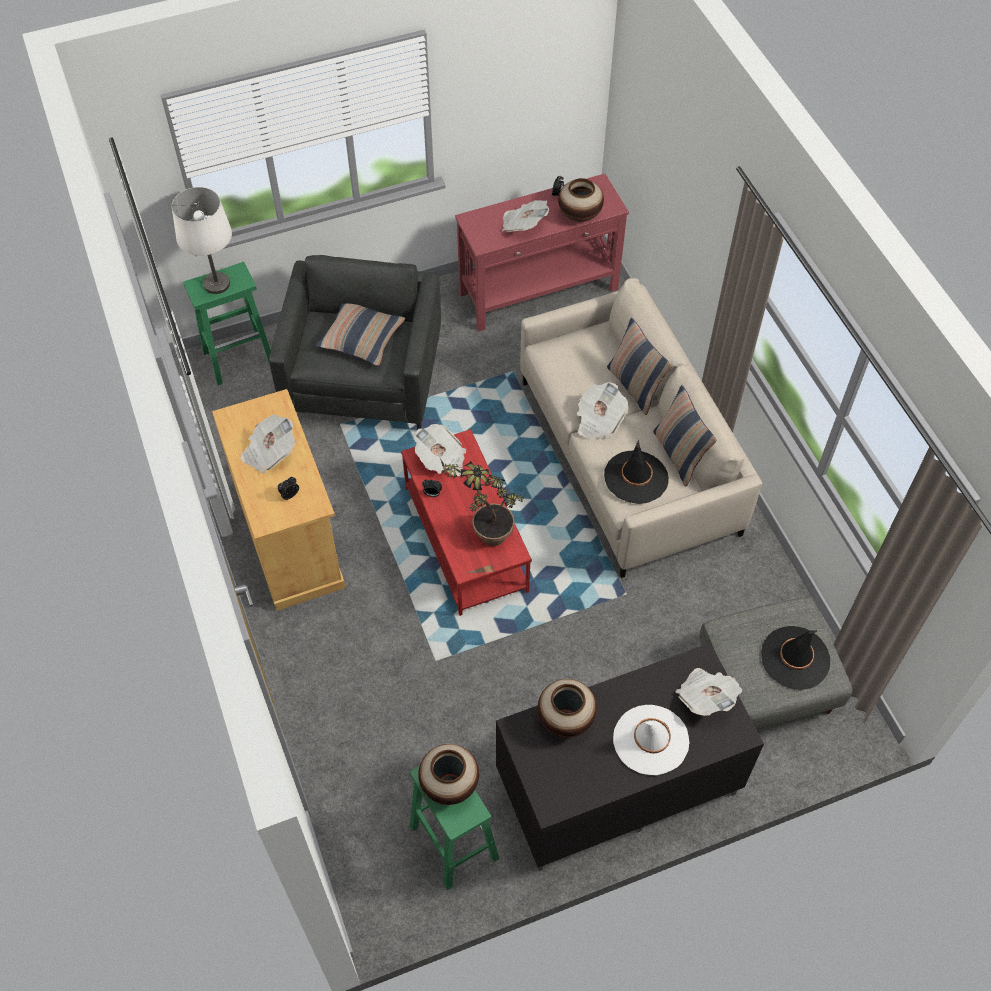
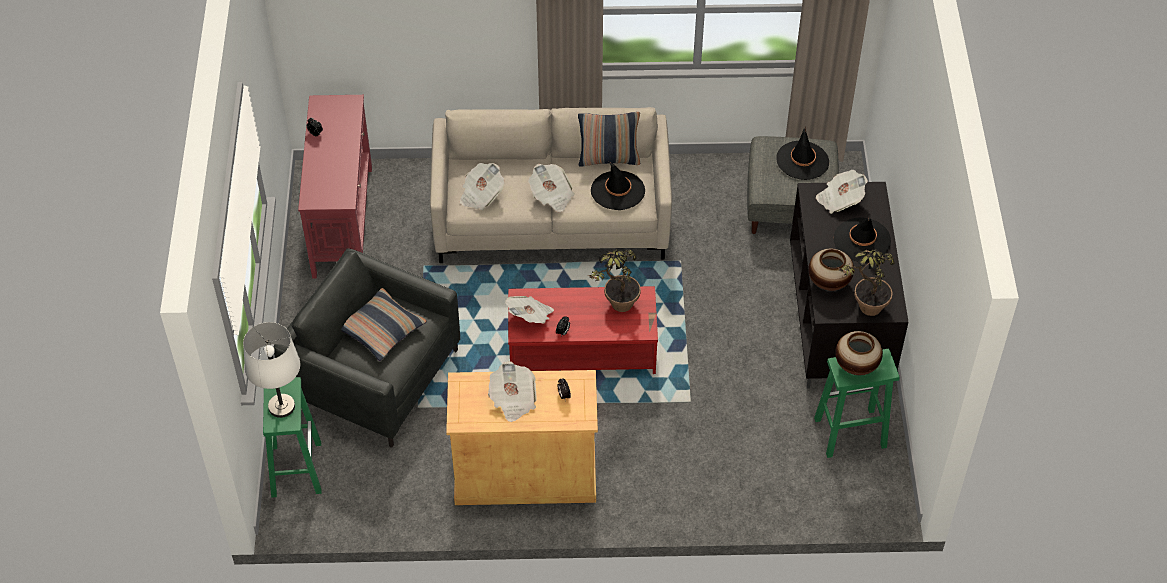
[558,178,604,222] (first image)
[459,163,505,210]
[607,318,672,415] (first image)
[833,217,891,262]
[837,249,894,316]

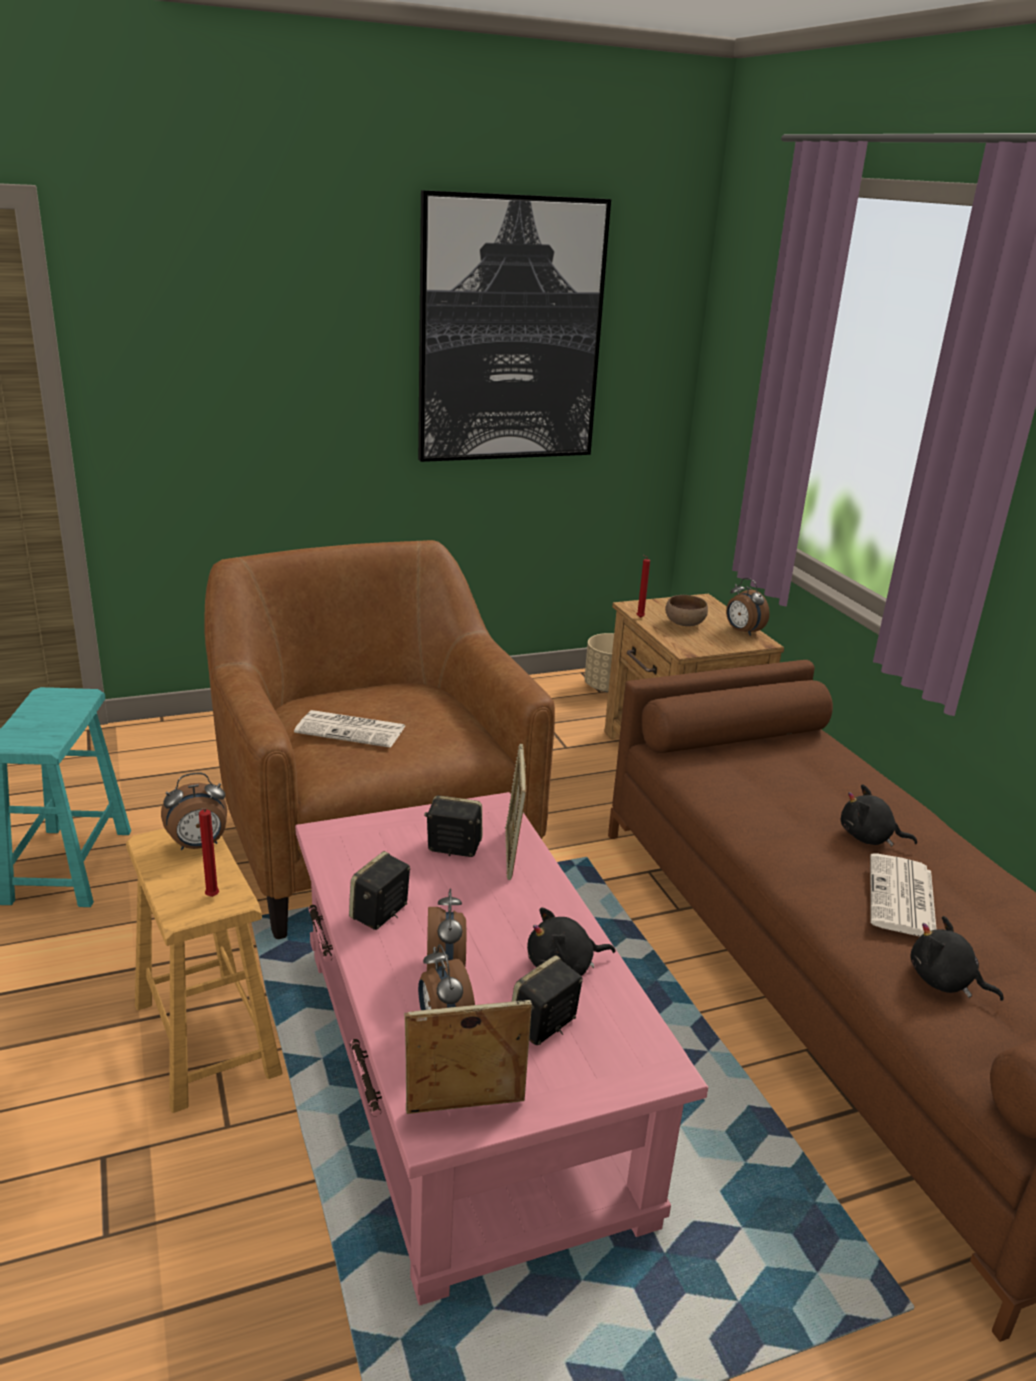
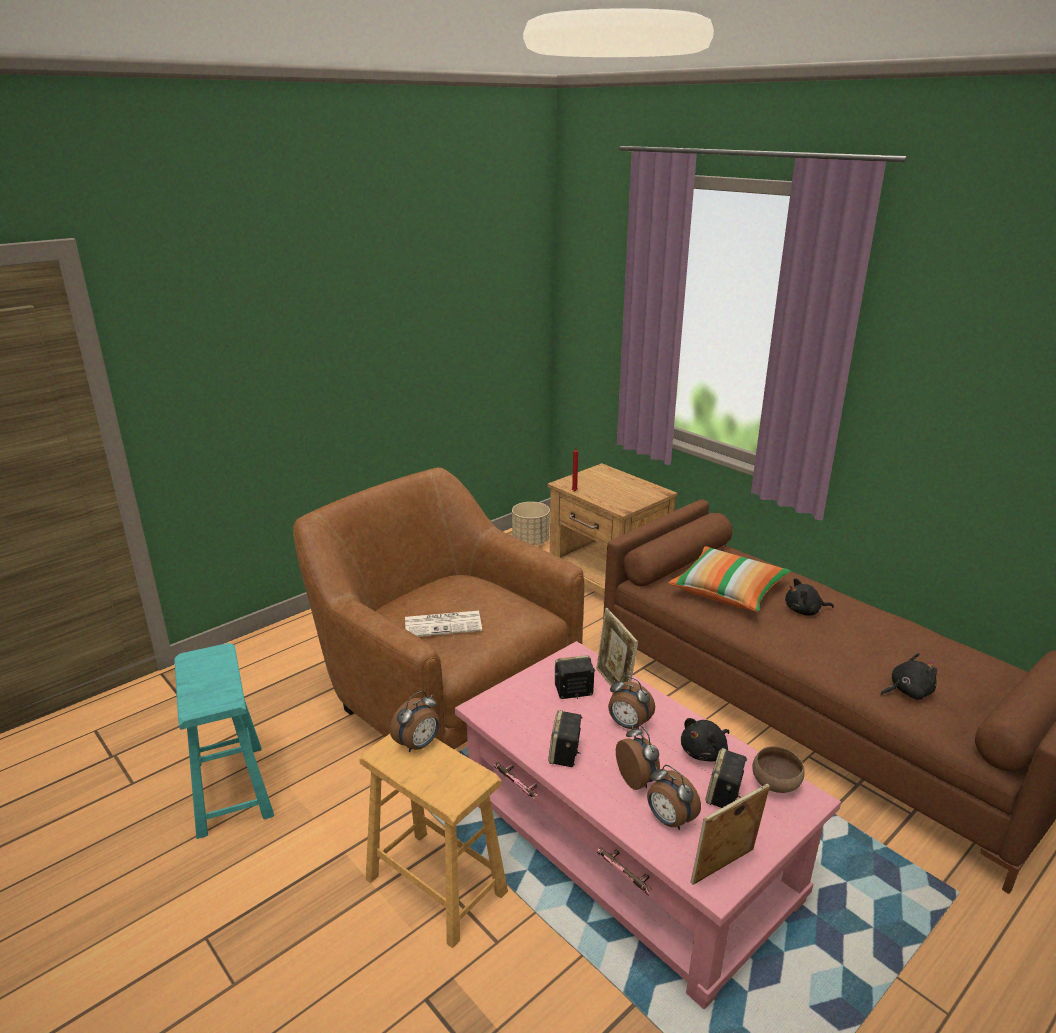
[418,190,611,462] (first image)
[608,675,655,729]
[752,746,804,793]
[199,808,219,897] (first image)
[870,853,937,937] (first image)
[880,653,937,700]
[668,546,791,612]

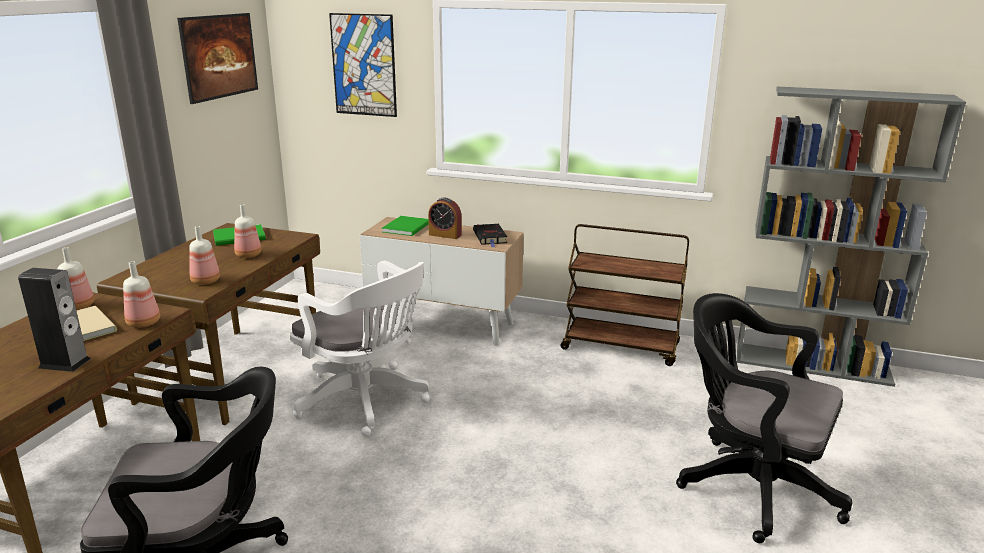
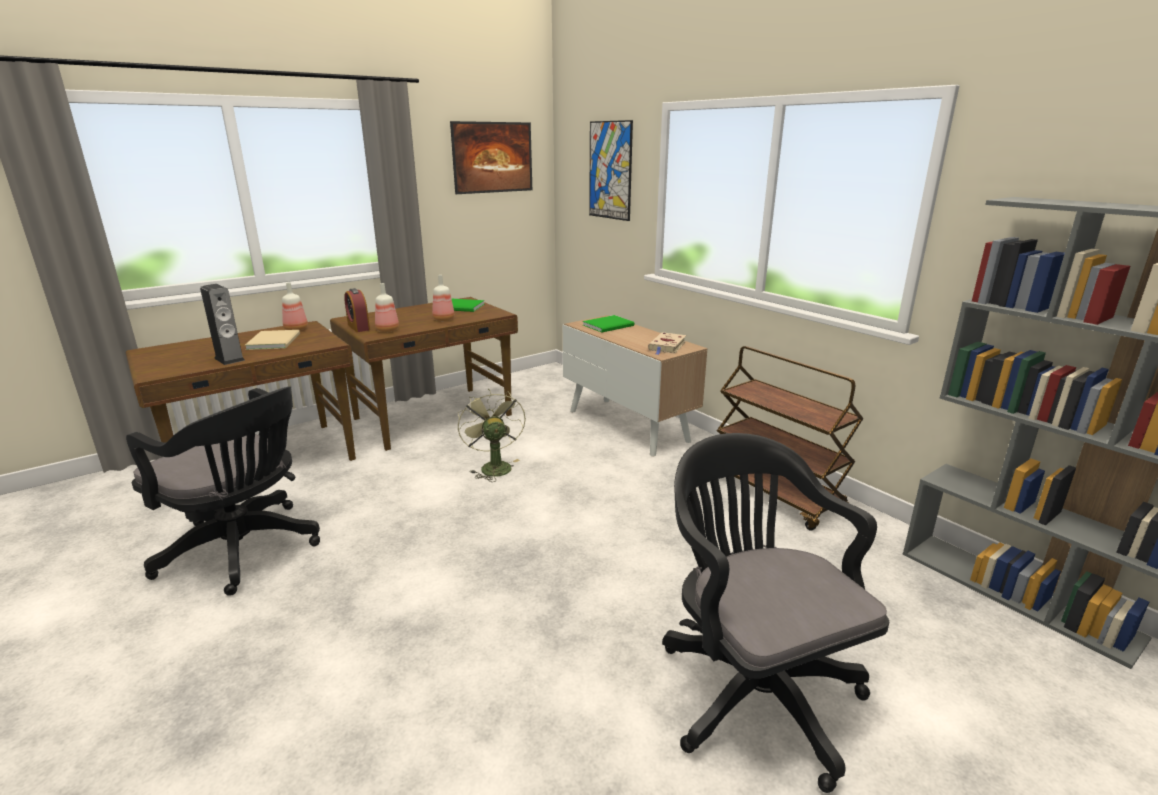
[344,288,370,332]
[648,332,686,355]
[123,261,160,328] (first image)
[458,389,526,482]

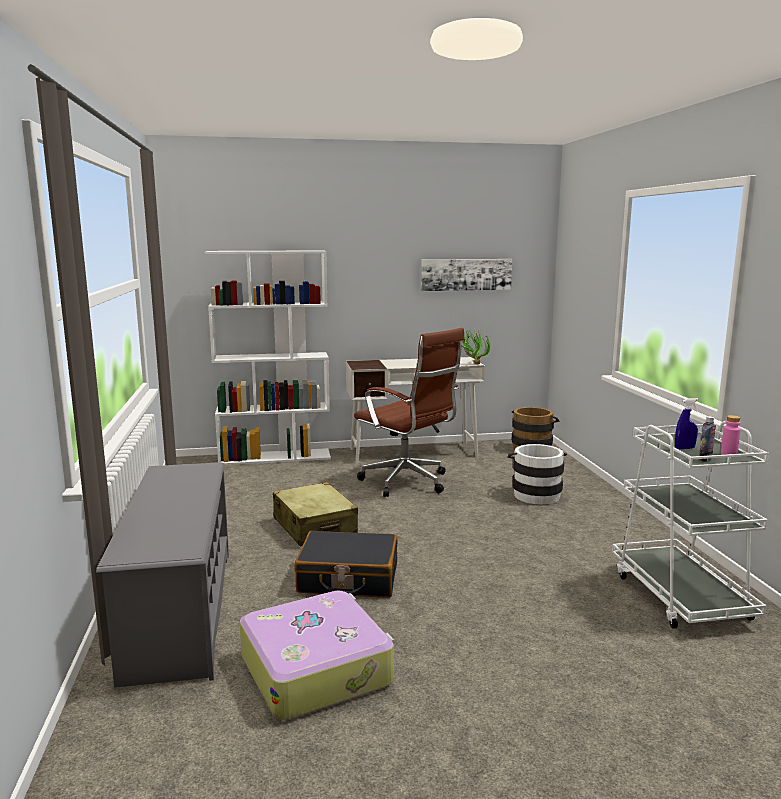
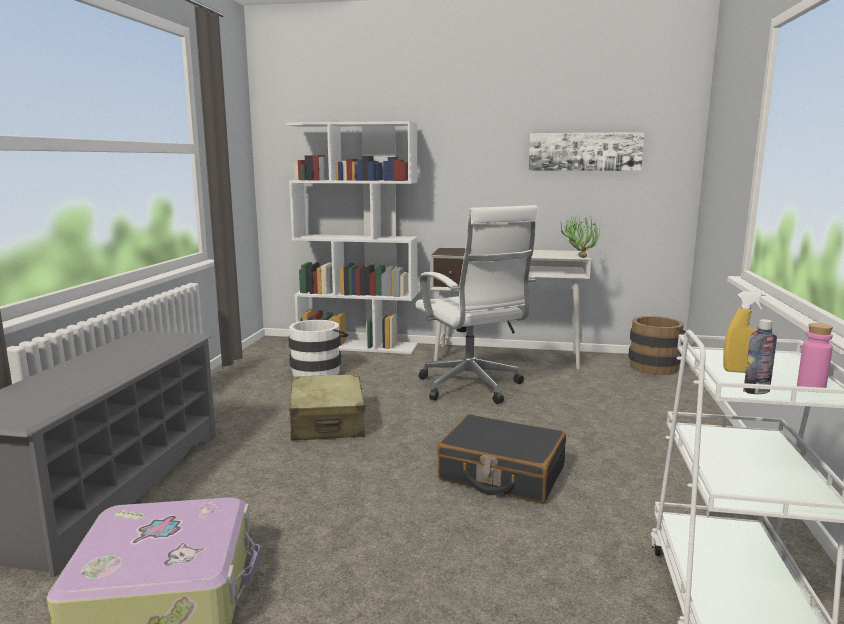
[416,205,538,404]
[723,291,766,373]
[288,320,348,377]
[437,414,566,504]

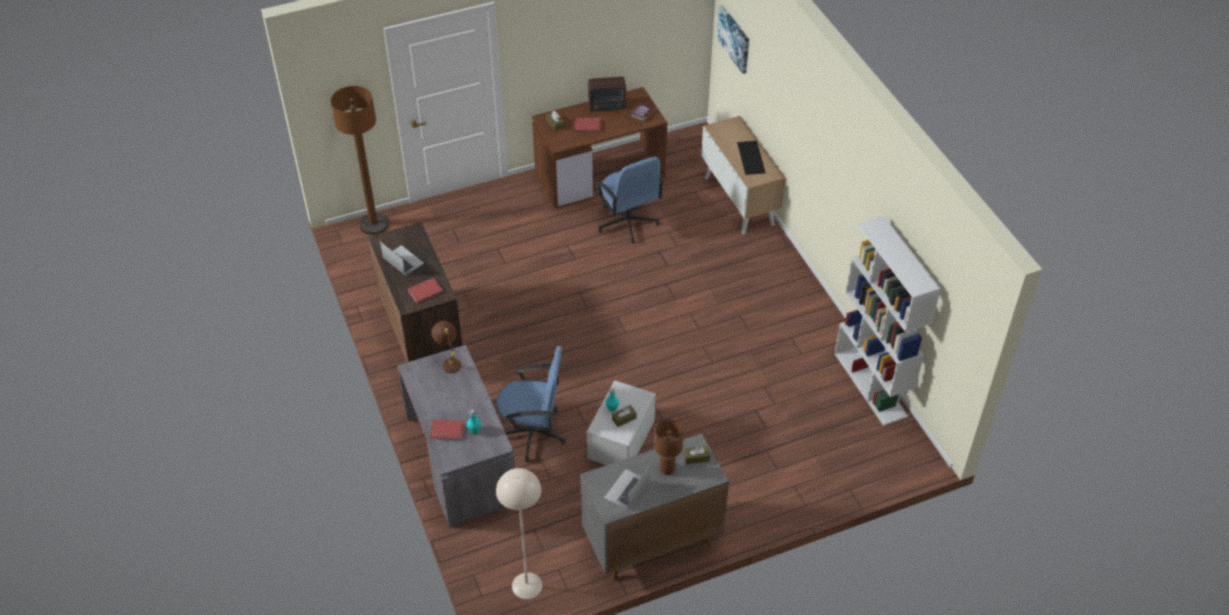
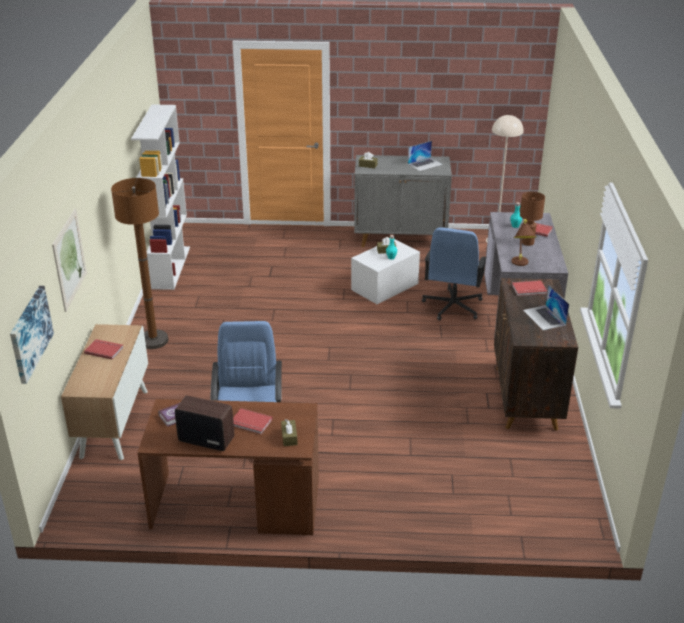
[111,178,169,349]
[84,339,124,360]
[422,228,487,321]
[520,191,545,246]
[52,209,87,312]

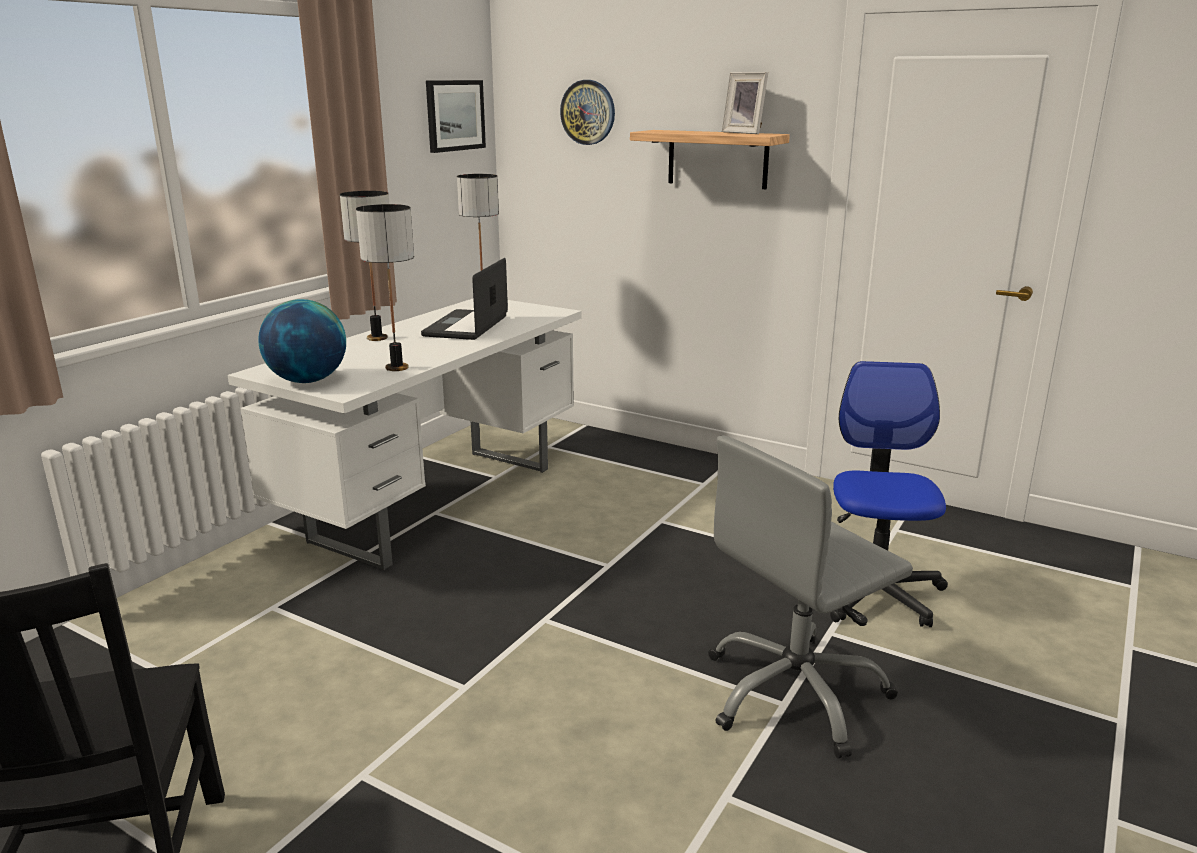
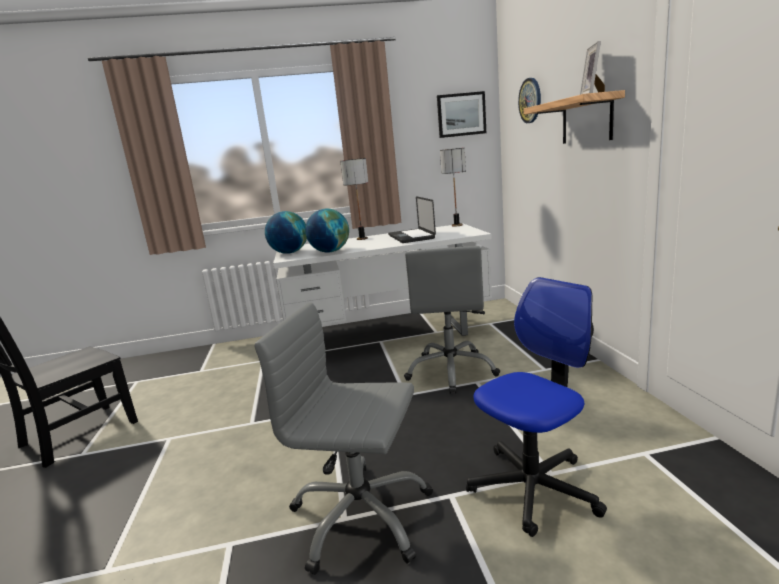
[305,209,349,253]
[388,196,436,243]
[404,246,500,394]

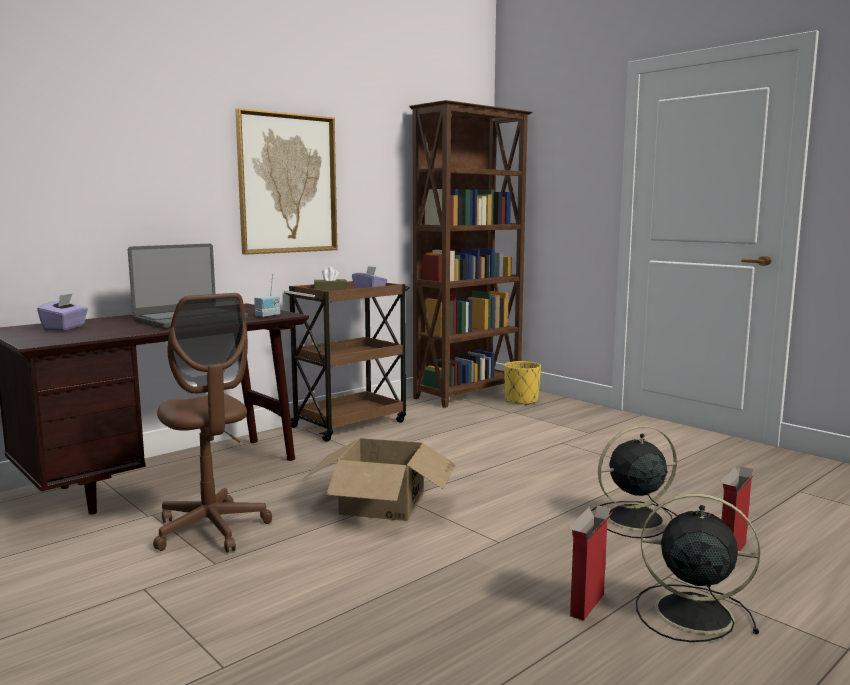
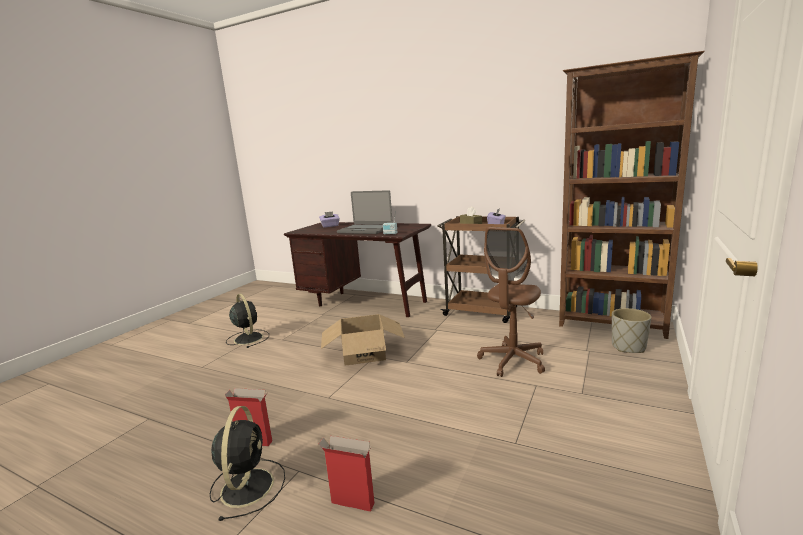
[235,108,337,255] (first image)
[477,227,545,377]
[612,308,651,353]
[226,293,269,348]

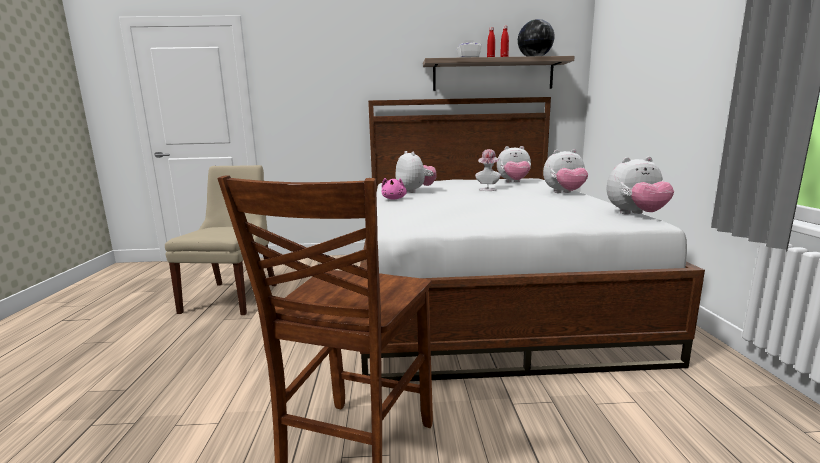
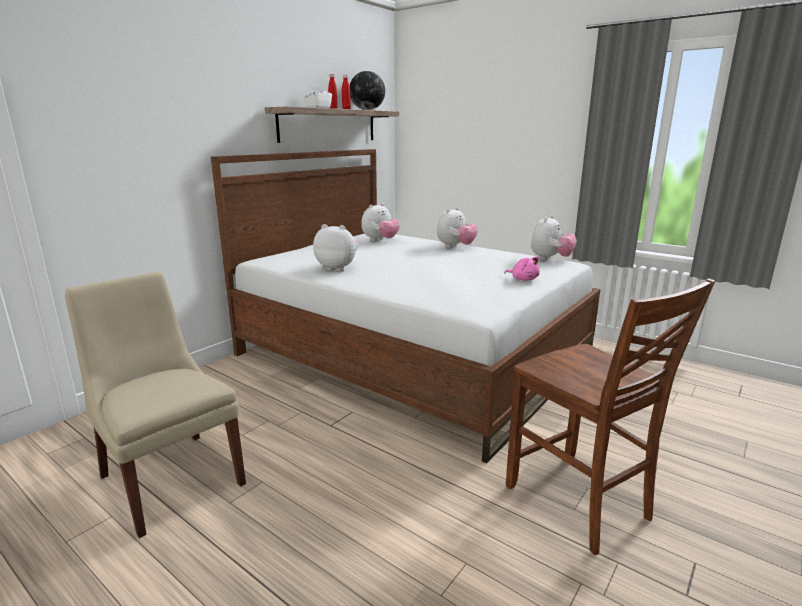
[475,149,501,191] (first image)
[504,256,540,281]

